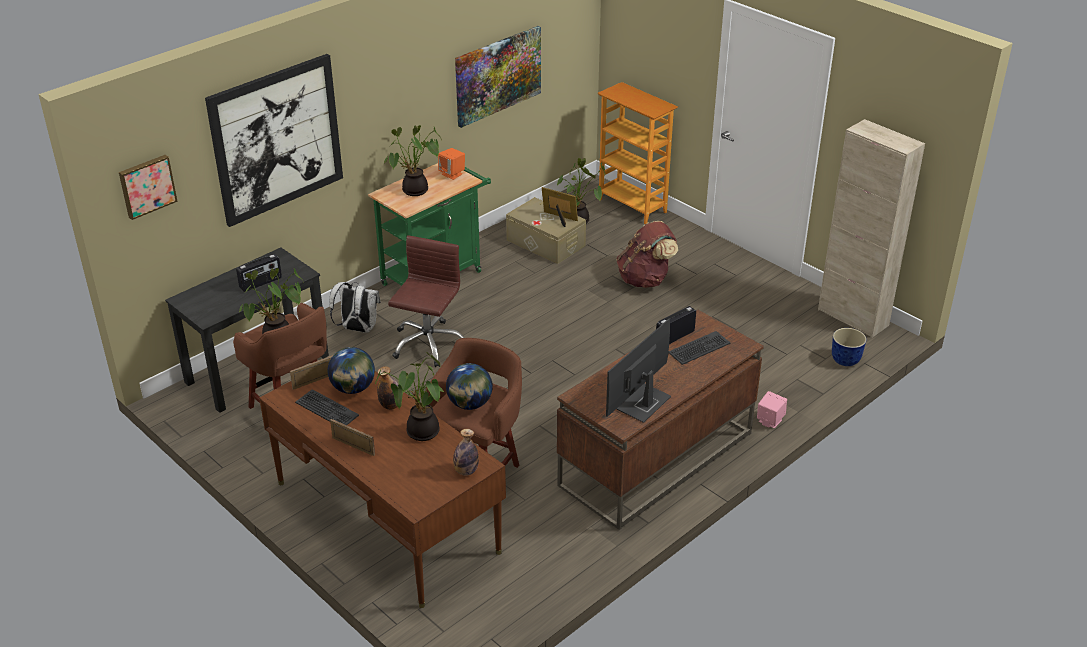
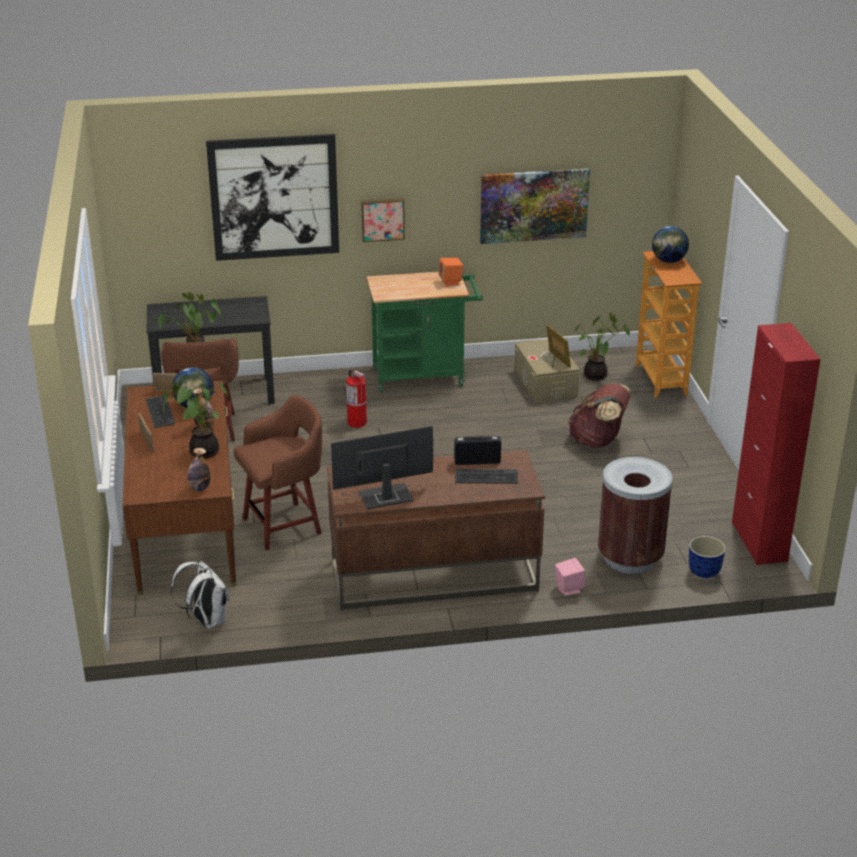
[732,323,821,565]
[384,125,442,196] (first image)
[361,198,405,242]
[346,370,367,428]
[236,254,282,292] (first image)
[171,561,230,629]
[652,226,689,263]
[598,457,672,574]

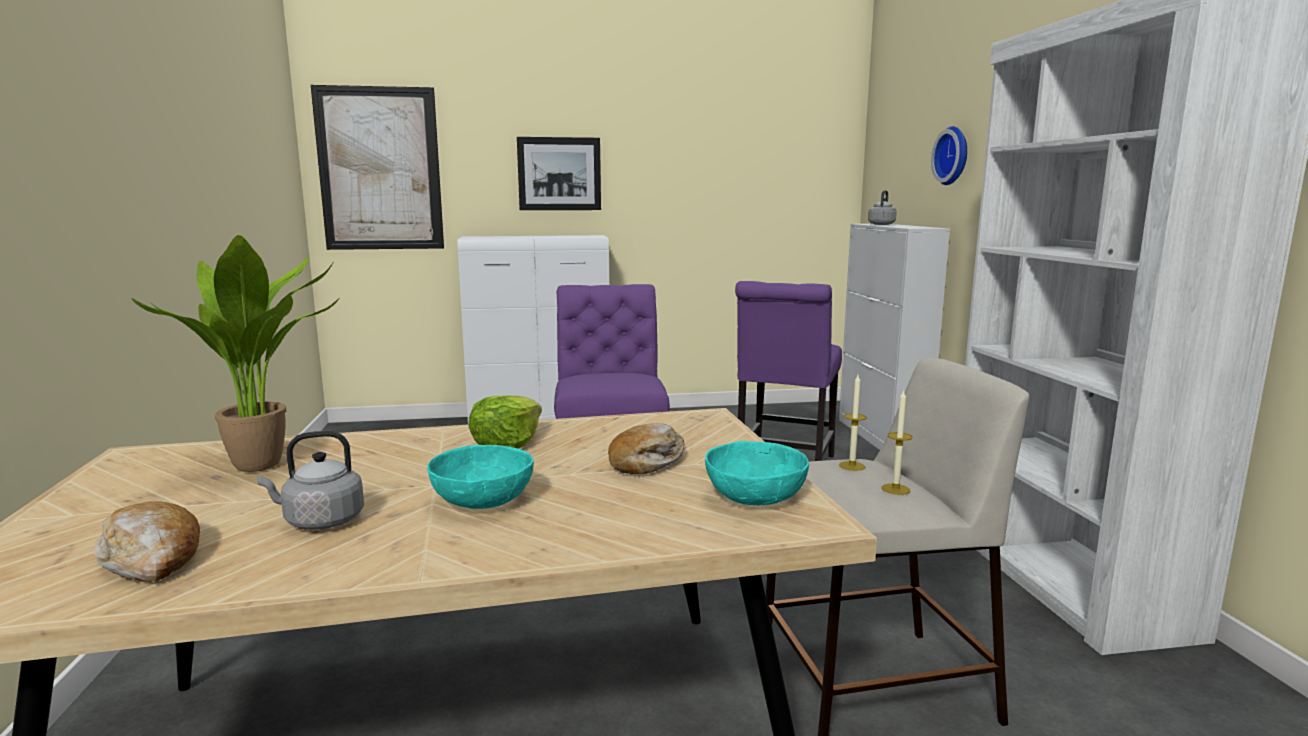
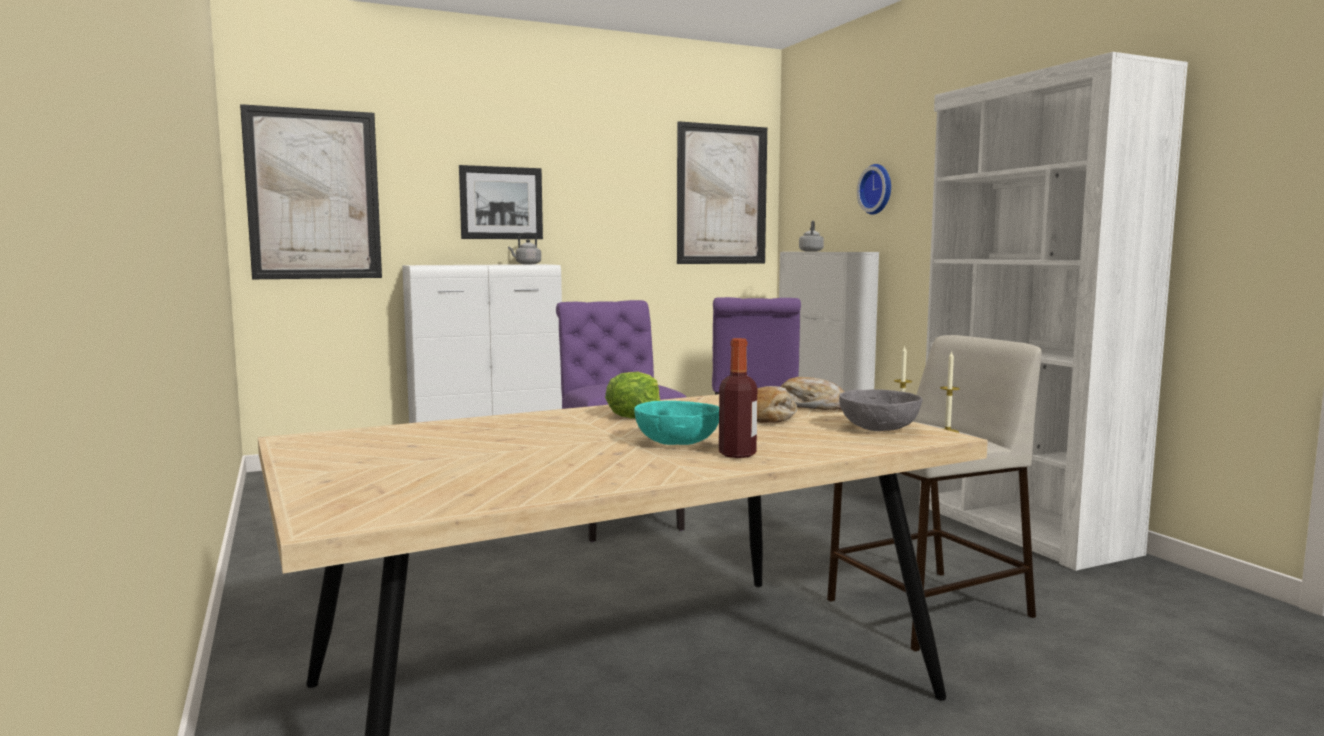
[131,235,339,472] (first image)
[508,232,541,264]
[839,389,922,431]
[780,377,845,410]
[677,121,767,264]
[719,338,757,458]

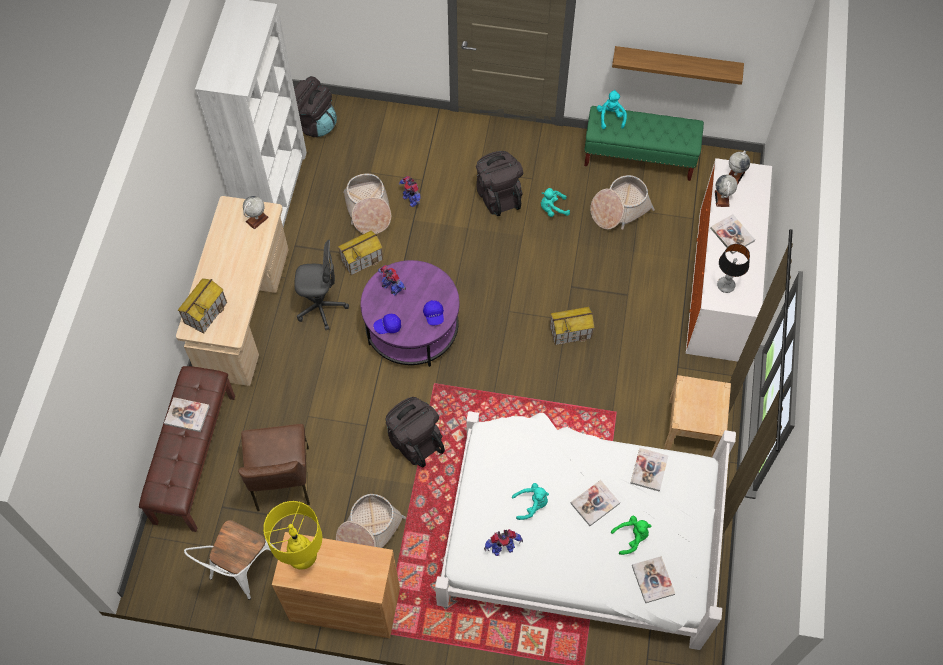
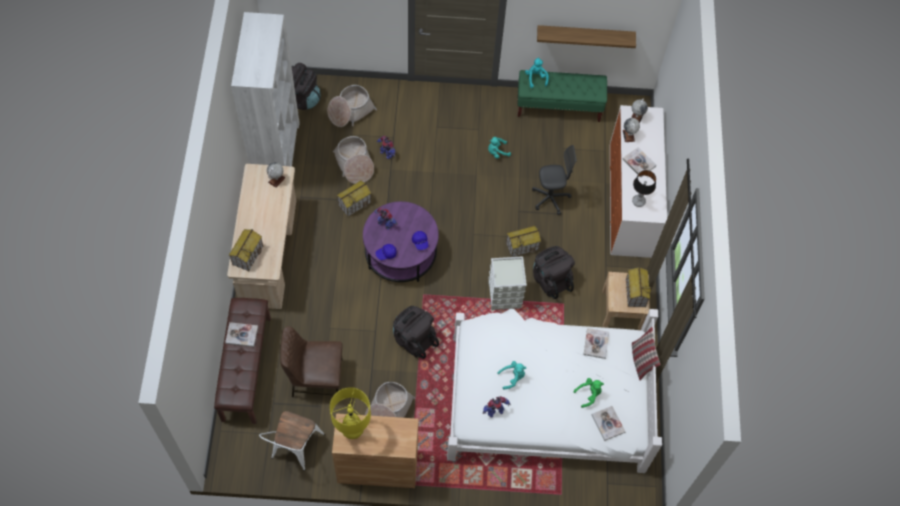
[533,246,575,299]
[327,85,377,127]
[532,145,577,215]
[280,326,343,397]
[570,480,620,526] (first image)
[488,256,527,310]
[626,267,652,307]
[632,327,660,381]

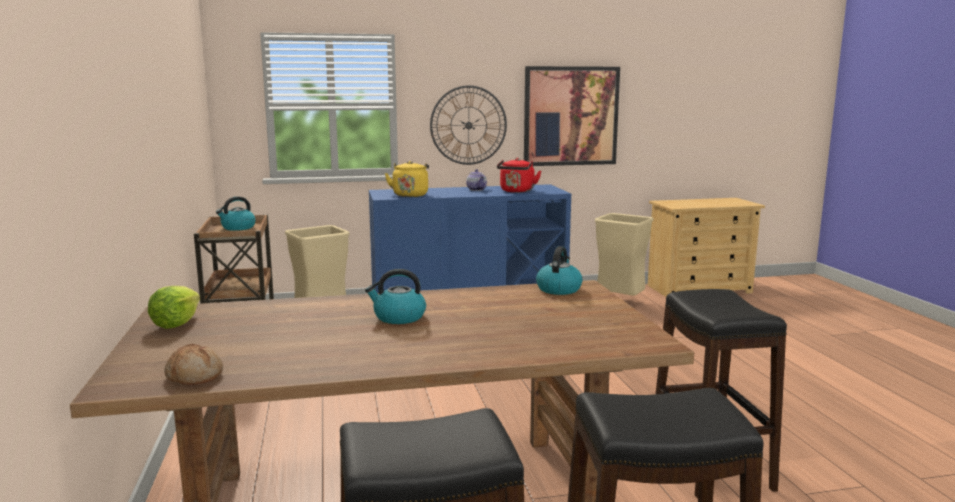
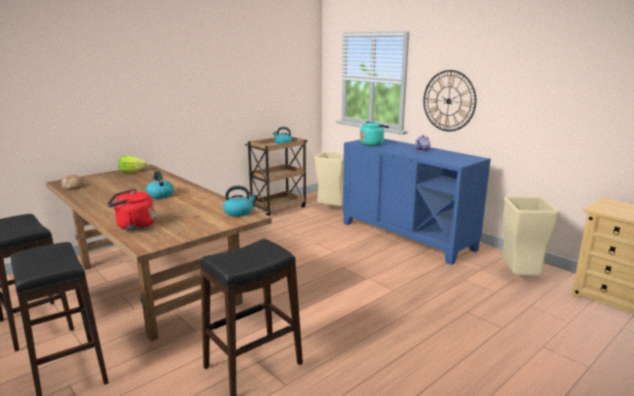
[524,66,620,166] (first image)
[107,189,155,230]
[360,121,389,146]

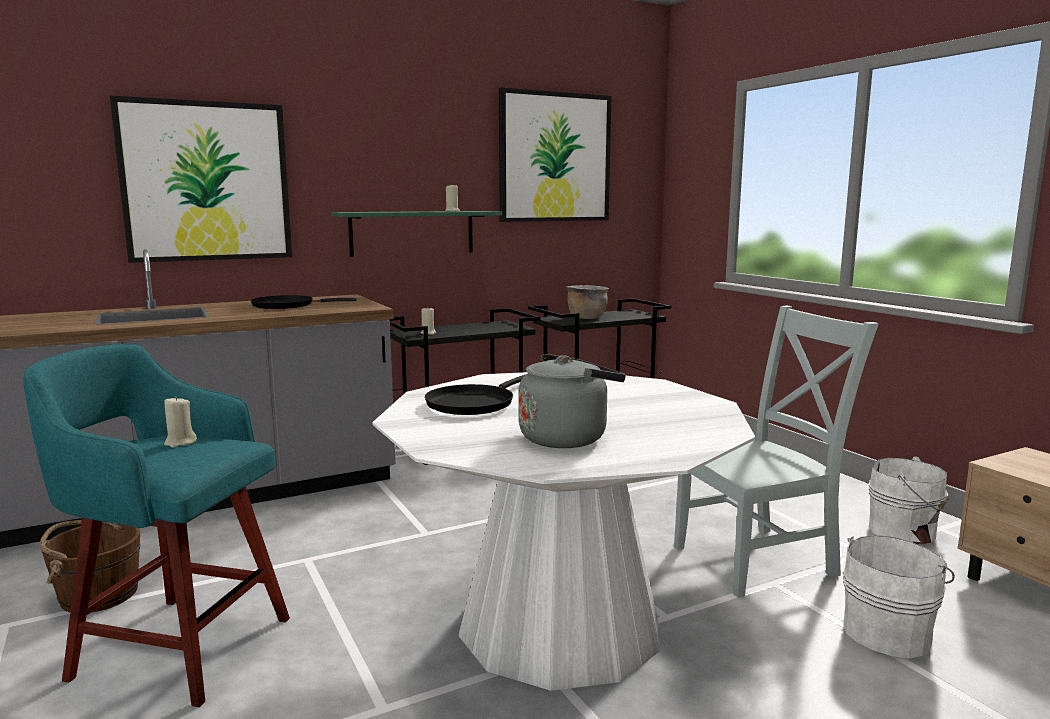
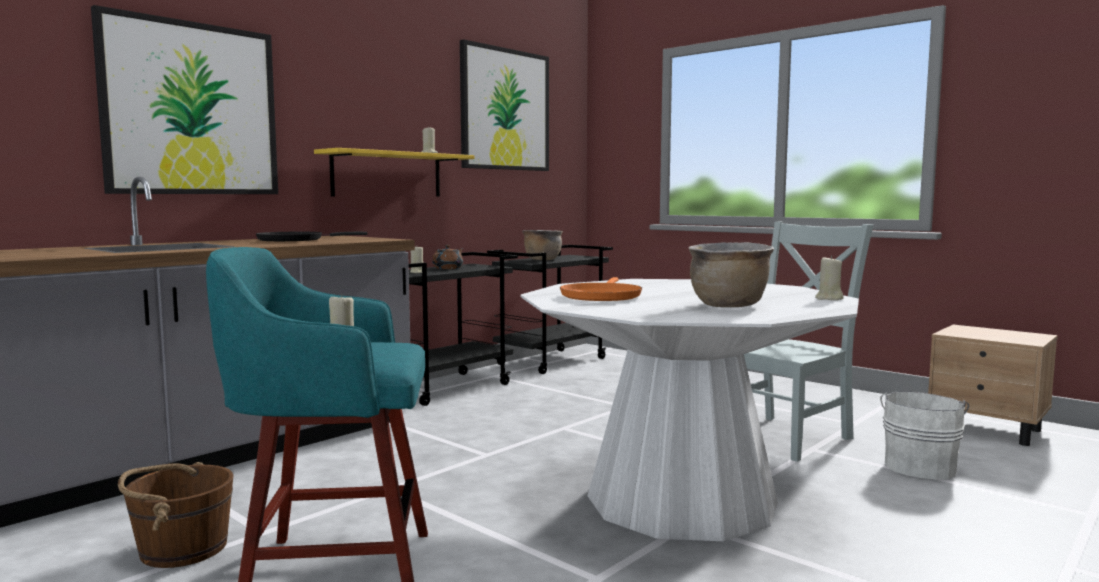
[314,148,474,196]
[689,242,774,307]
[560,277,642,301]
[869,456,948,544] (first image)
[432,245,463,269]
[815,256,844,300]

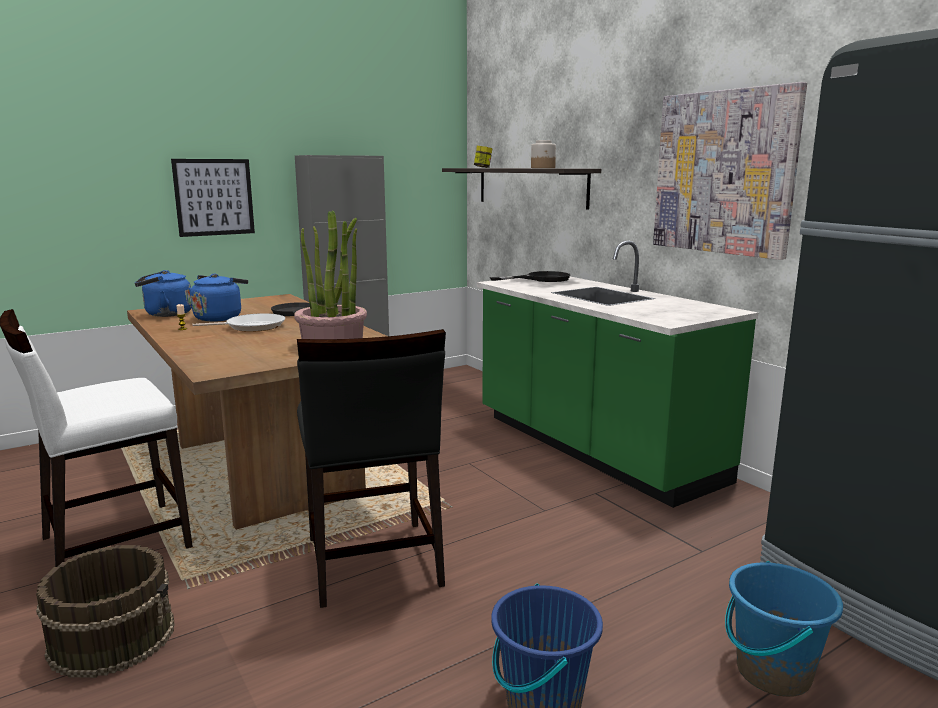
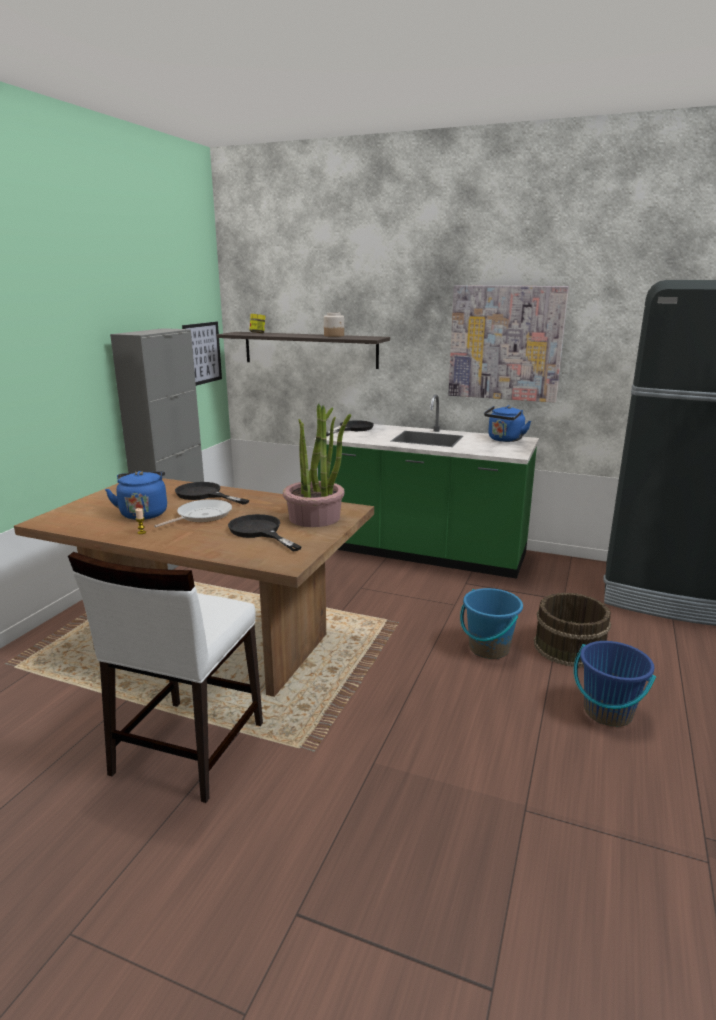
[182,322,222,386]
[484,405,531,442]
[297,329,446,608] (first image)
[534,593,611,667]
[460,588,523,659]
[228,514,302,552]

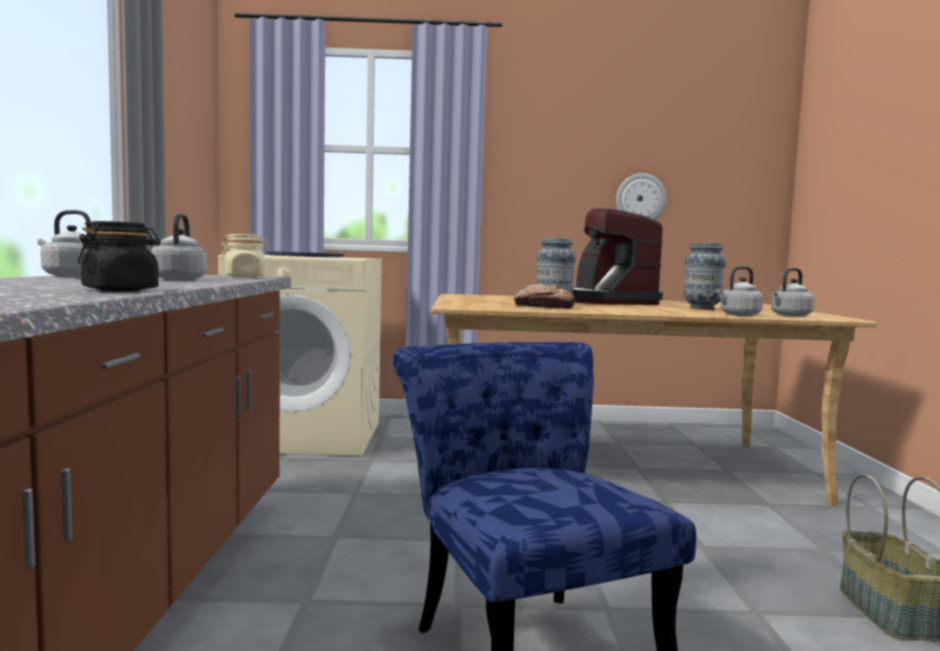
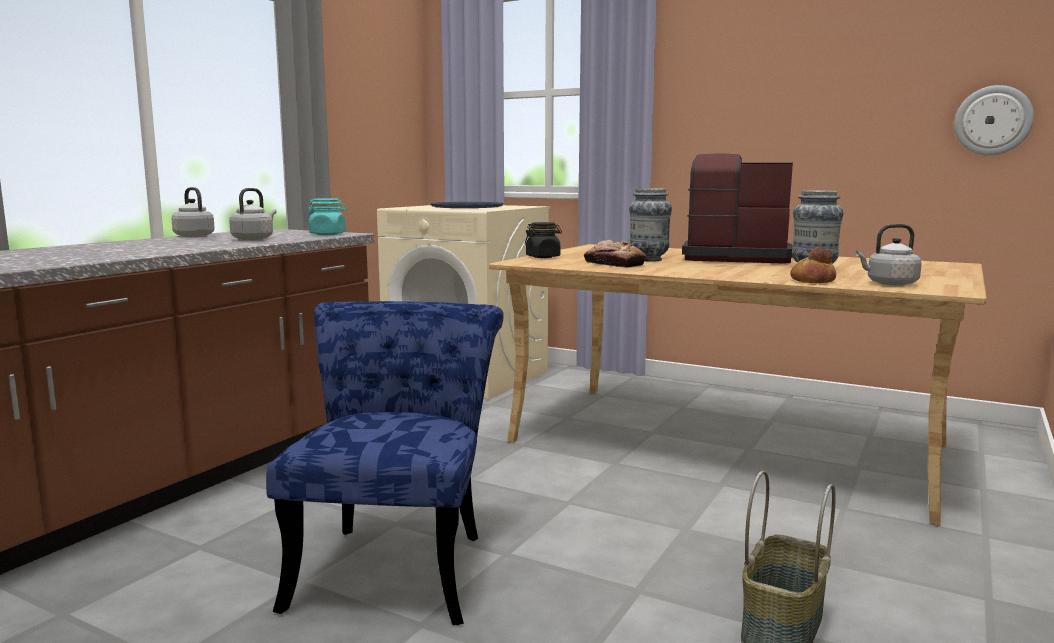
[954,85,1034,156]
[682,154,793,264]
[525,222,562,258]
[307,198,347,235]
[790,247,836,283]

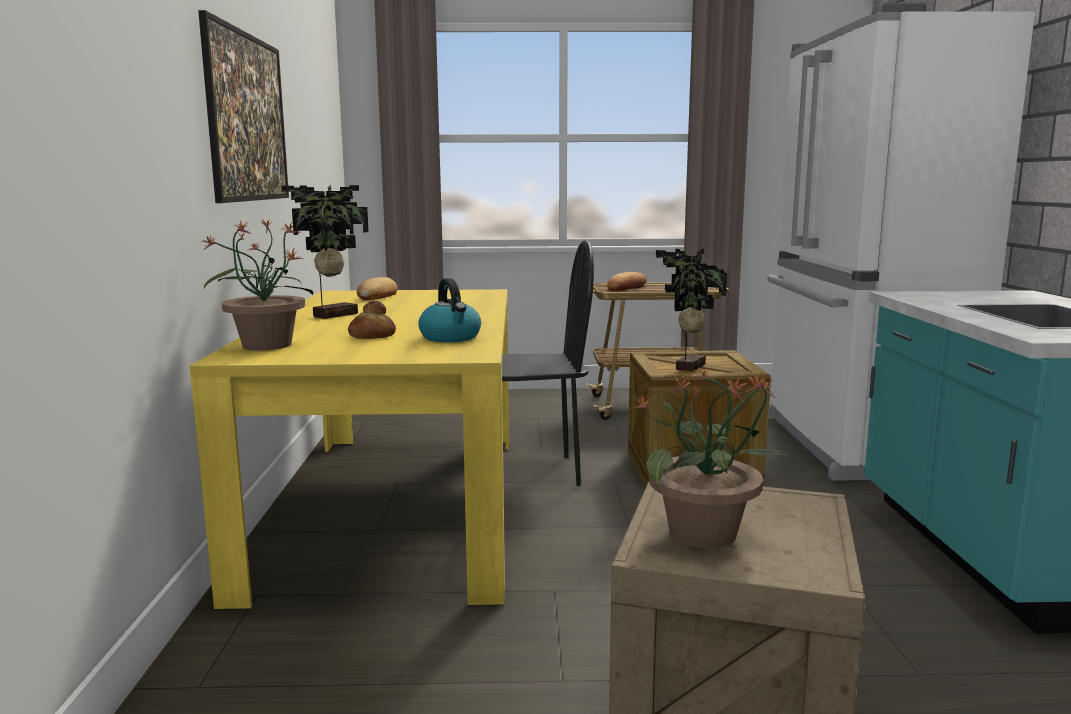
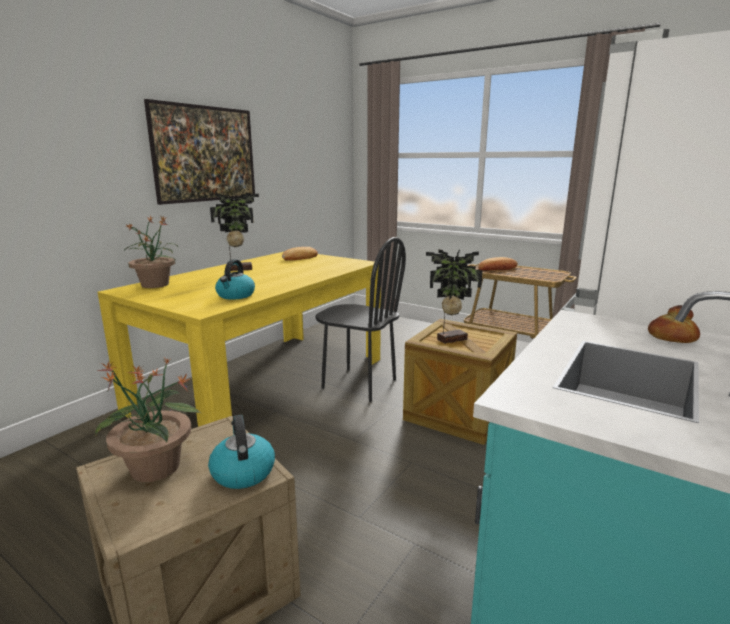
[648,305,700,343]
[208,415,275,489]

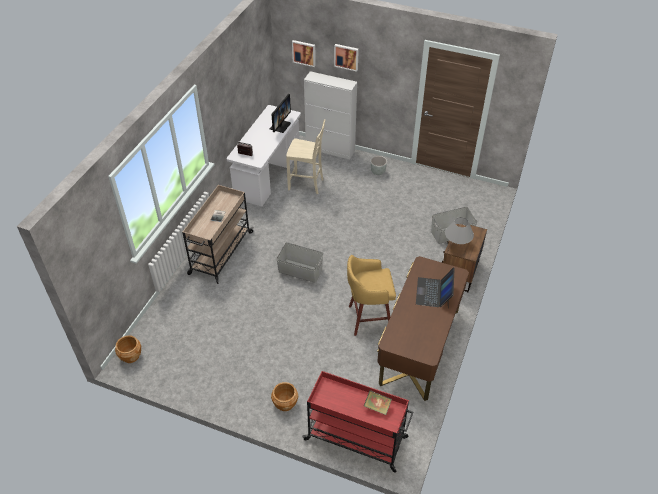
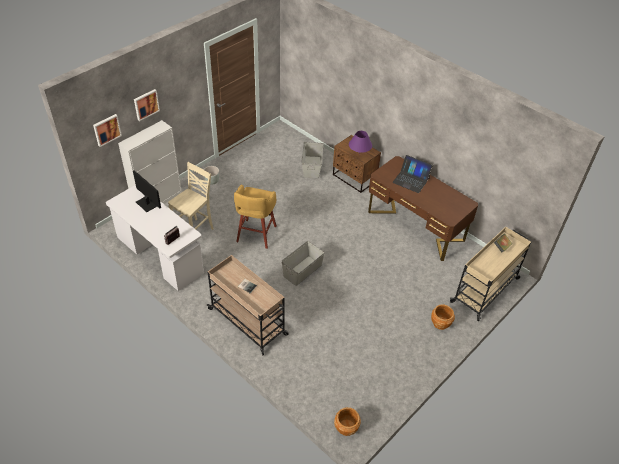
[349,131,372,155]
[234,184,277,249]
[450,227,531,321]

